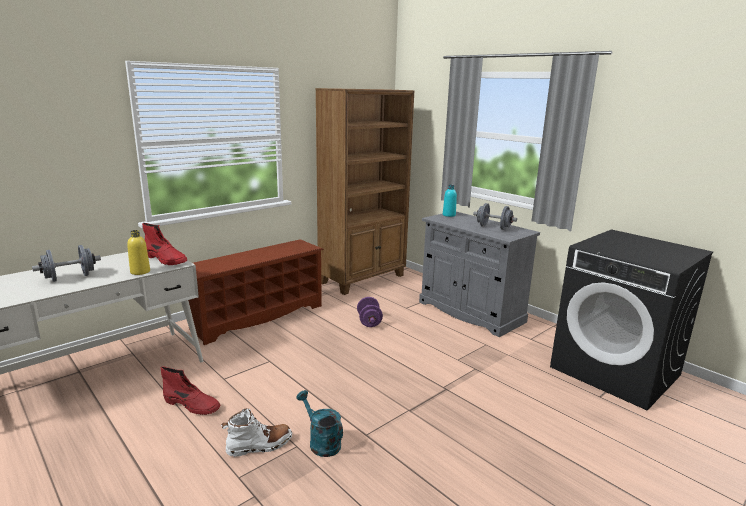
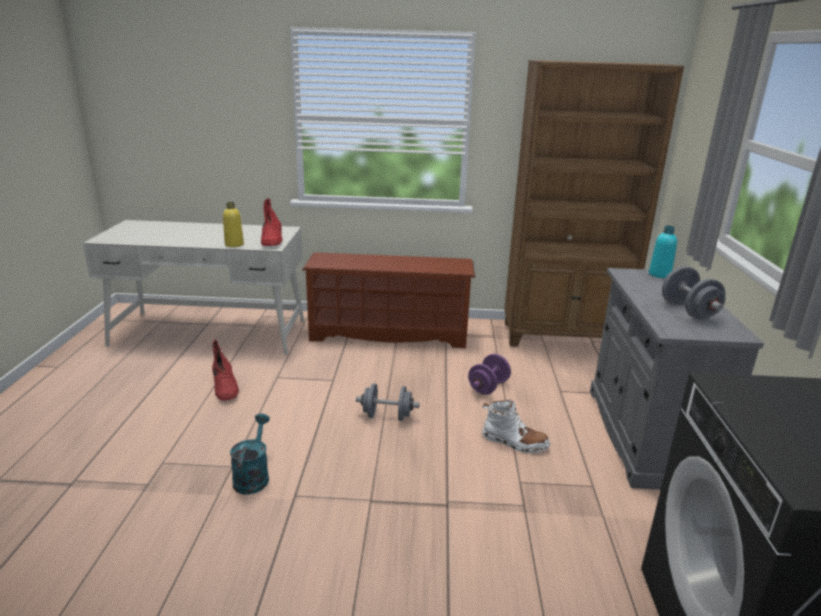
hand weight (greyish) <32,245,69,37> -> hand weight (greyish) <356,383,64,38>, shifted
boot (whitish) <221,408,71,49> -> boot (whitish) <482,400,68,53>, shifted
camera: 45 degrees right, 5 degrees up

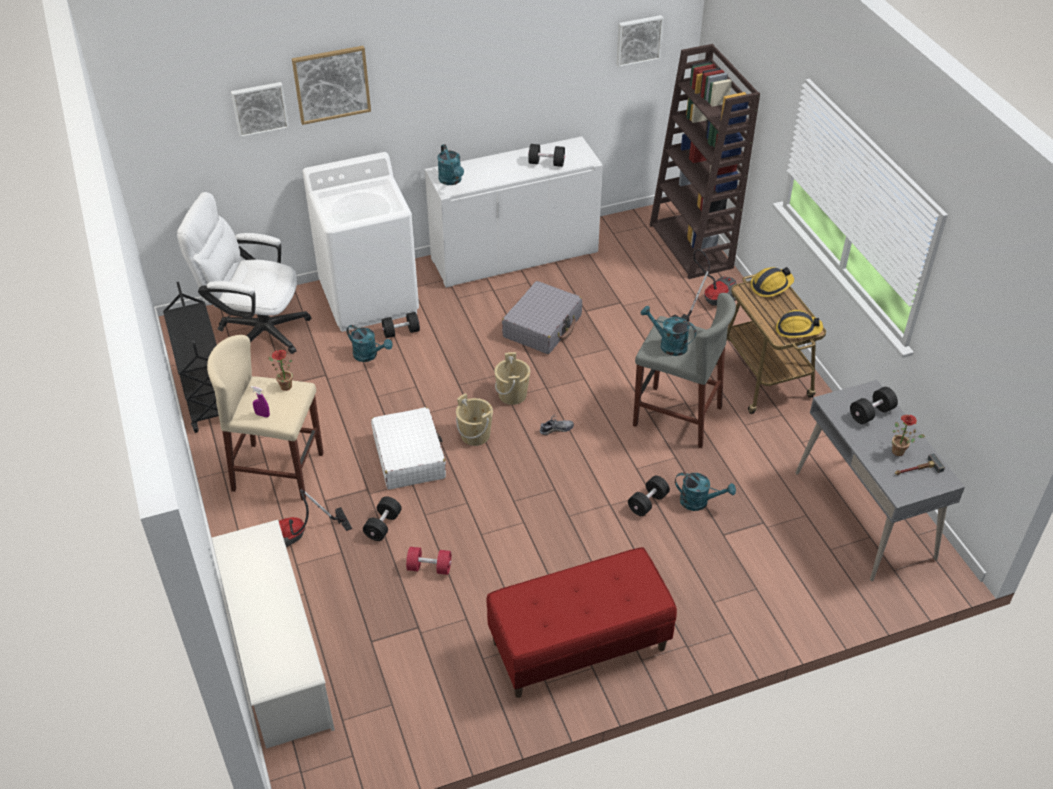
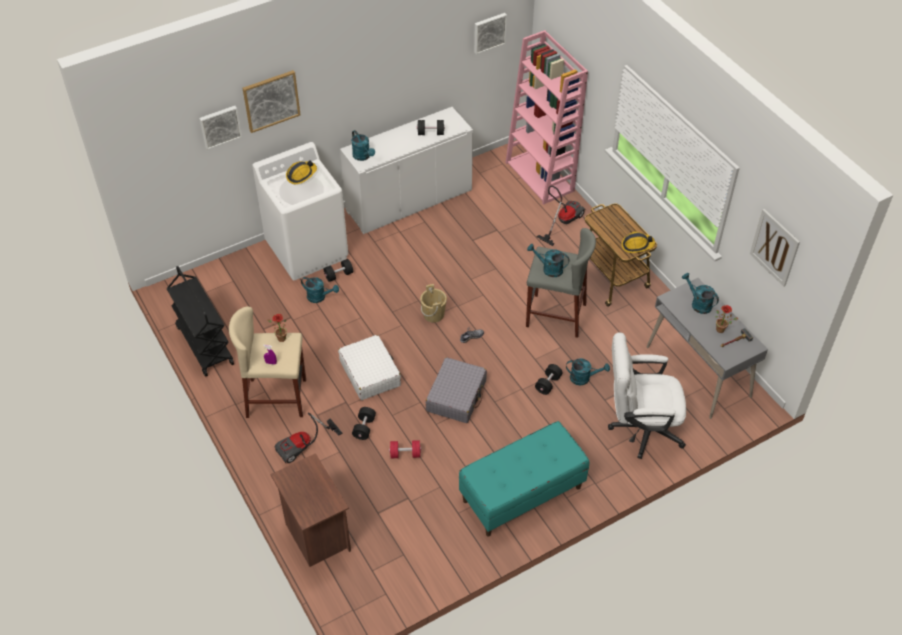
shoe shelf (whitish) <212,520,123,229> -> night table (brown-coloured) <271,453,80,114>
work helmet <751,267,43,30> -> work helmet <286,160,31,24>, shifted
suitcase (greyish) <502,281,80,73> -> suitcase (greyish) <426,357,61,66>, shifted
long seat (red) <487,547,190,151> -> long seat (blue-green) <459,421,130,116>
shelving unit (brown-coloured) <650,44,110,235> -> shelving unit (pink-coloured) <505,30,83,175>
office chair (whitish) <177,192,135,162> -> office chair (whitish) <608,332,78,127>, shifted
hand weight (blackish) <850,387,48,37> -> watering can (blue-green) <682,273,37,41>
none -> wall picture <750,209,50,78>
pail (beige-coloured) <456,393,37,53> -> none
camera: 10 degrees left, 5 degrees up

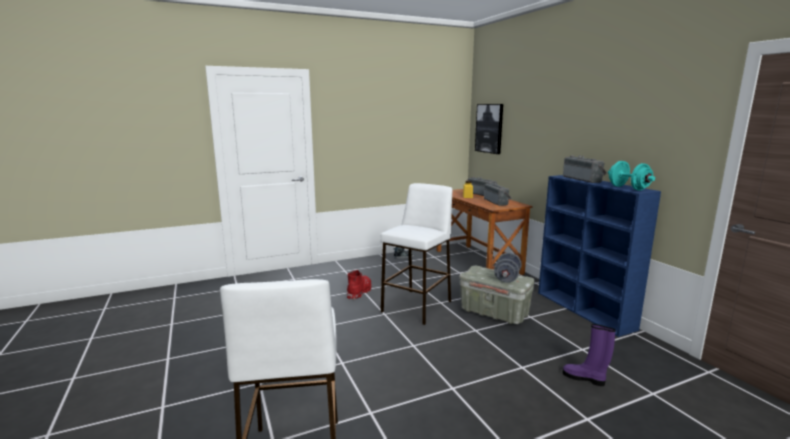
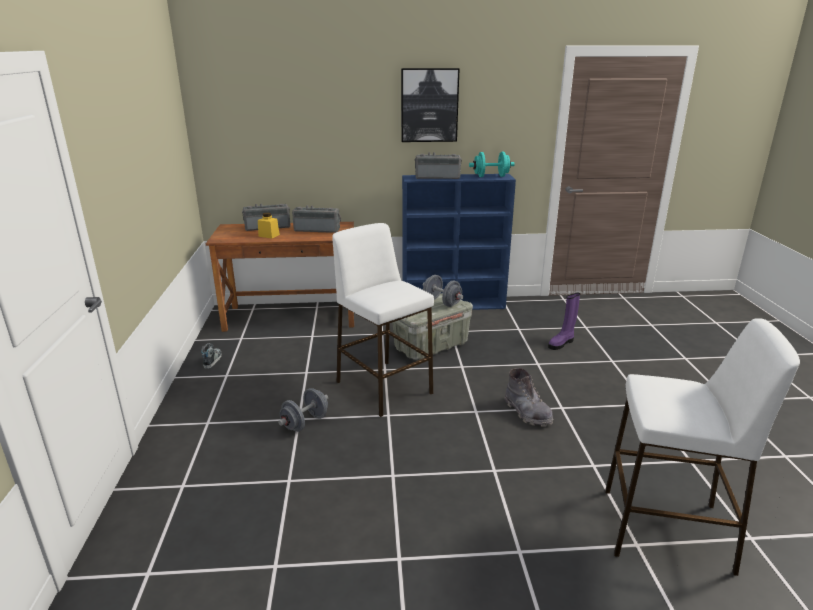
boot (red) <347,270,25,30> -> hand weight (greyish) <278,388,50,44>
wall picture <475,104,28,50> -> wall picture <401,68,59,74>, shifted
none -> boot (greyish) <505,368,48,59>
camera: 70 degrees left, 10 degrees up

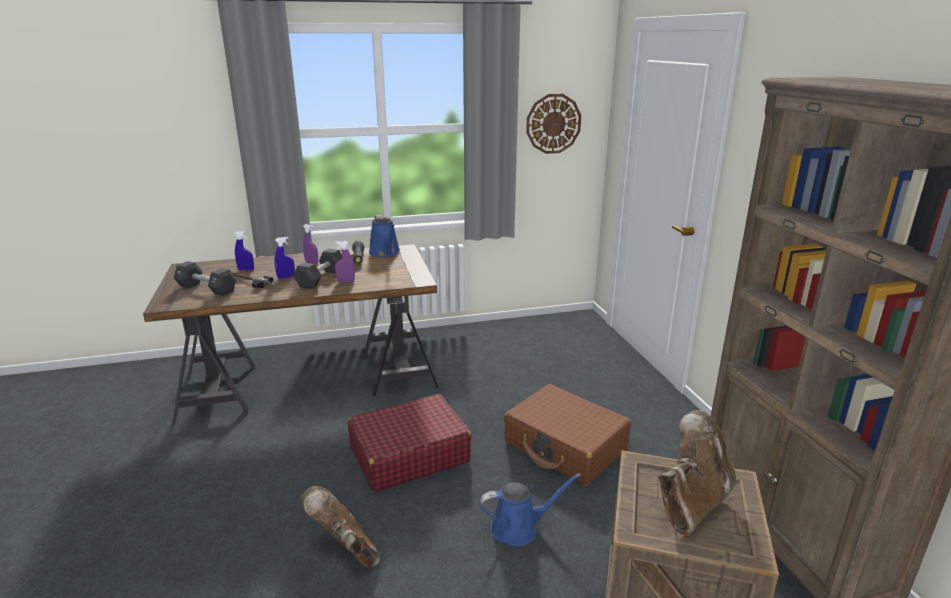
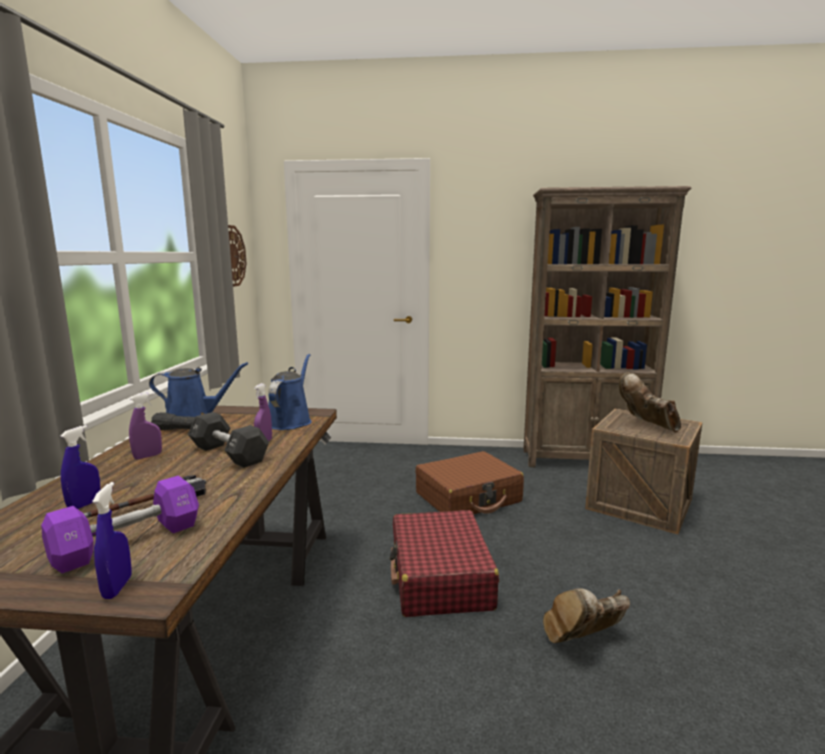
hand weight (blackish) <174,261,63,35> -> hand weight (purplish) <41,475,158,98>
sprayer (bluish) <275,237,20,42> -> sprayer (bluish) <92,482,39,117>, shifted
watering can (bluish) <480,474,101,72> -> watering can (bluish) <268,354,44,76>, shifted
camera: 70 degrees left, 10 degrees down

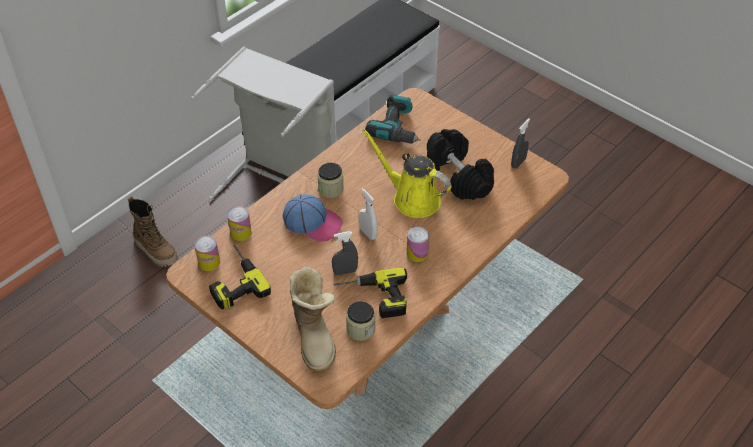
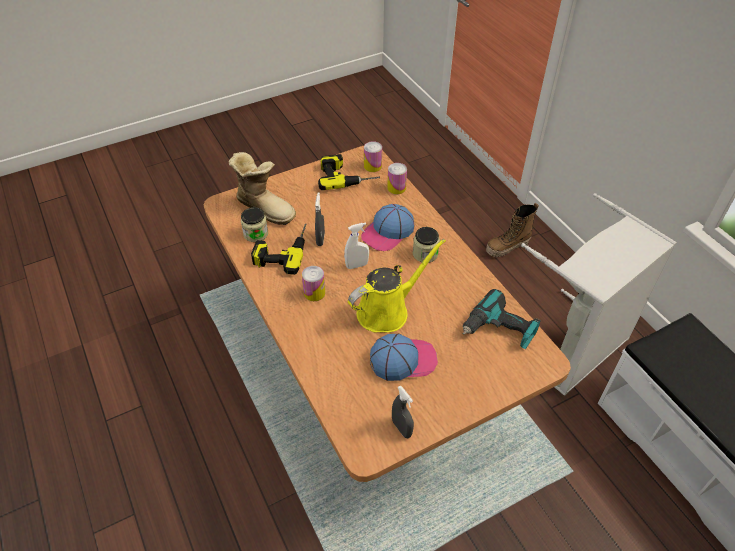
boot <289,266,47,105> -> boot <228,152,68,73>, 150 degrees counterclockwise
hand weight (blackish) <427,129,67,71> -> baseball cap <370,334,68,47>
camera: 110 degrees right, 0 degrees up

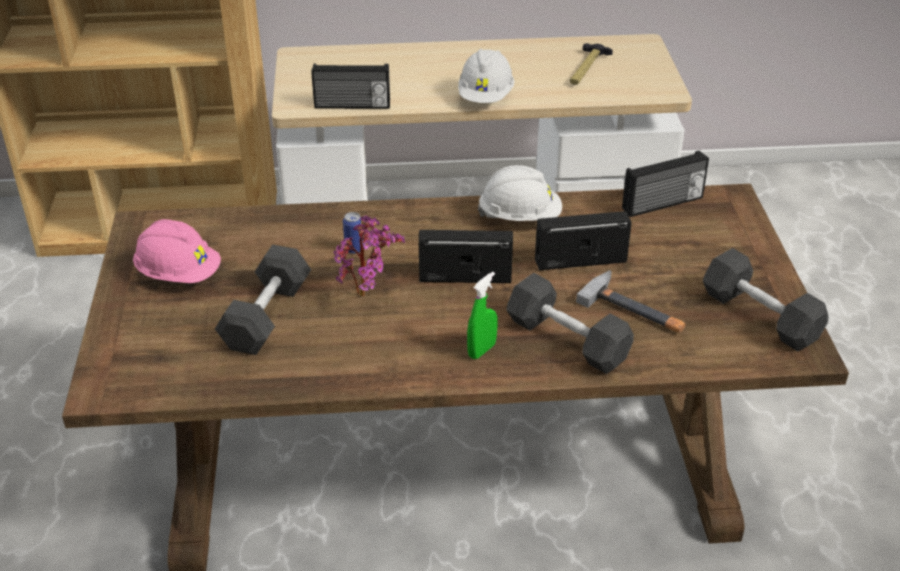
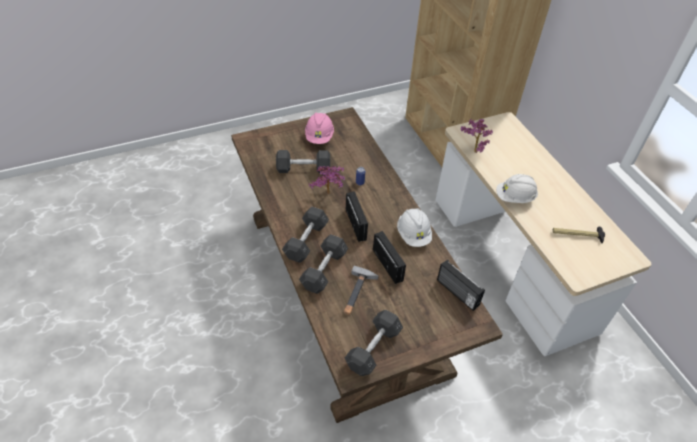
sprayer (green-coloured) <467,272,31,87> -> hand weight (greyish) <282,206,47,57>
radio set <311,64,79,45> -> plant in a pot <461,119,32,34>
camera: 70 degrees right, 10 degrees up

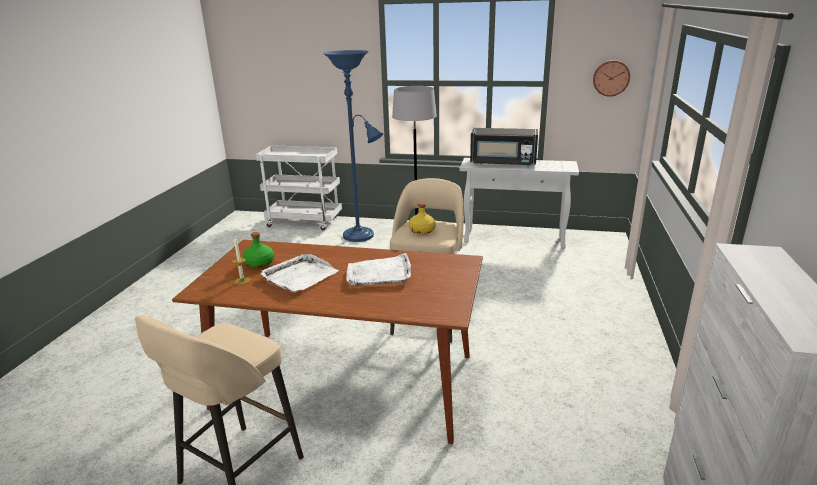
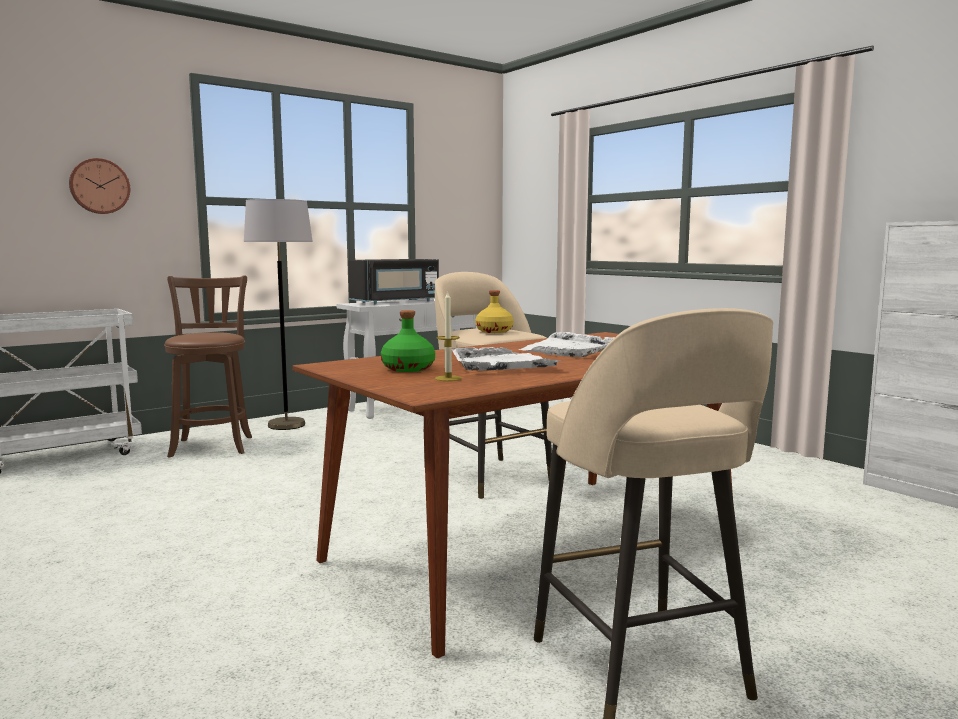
hanging clock <593,60,37,37> -> hanging clock <69,158,61,56>, shifted
floor lamp (bluish) <323,50,60,192> -> stool (brown-coloured) <164,275,88,183>
camera: 50 degrees left, 15 degrees down

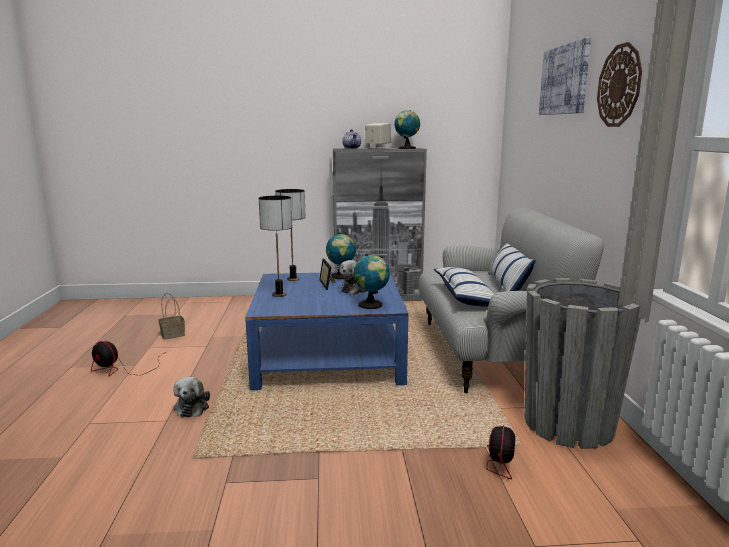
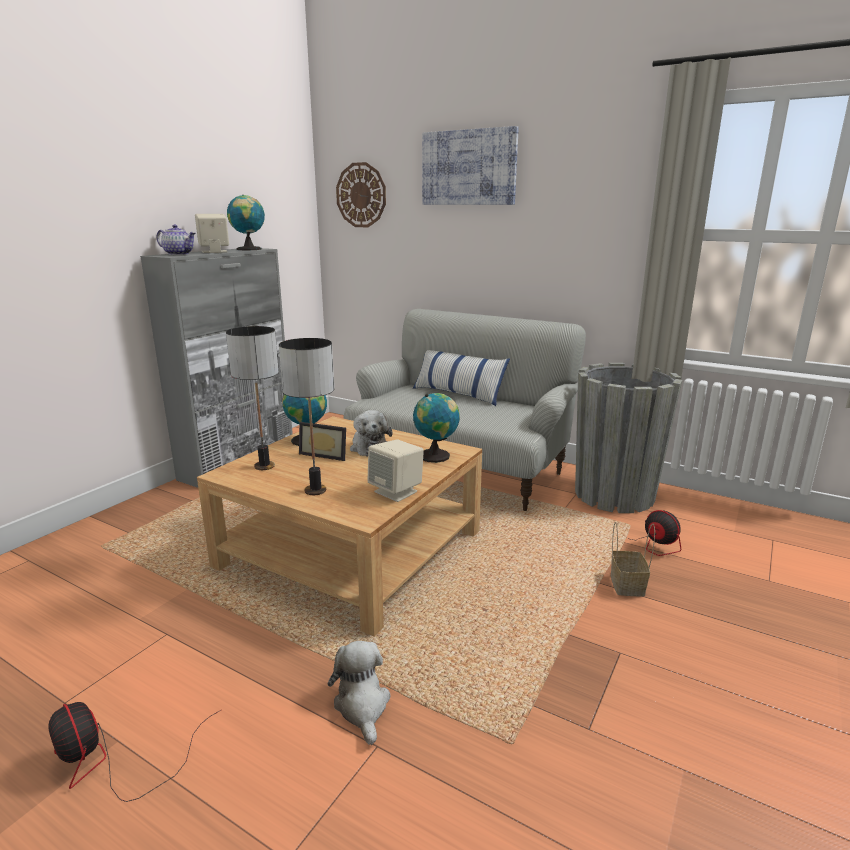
electric fan <91,341,75,35> -> electric fan <48,702,173,100>, 75 degrees clockwise
low table (bluish) <245,272,164,118> -> low table (beige-coloured) <197,416,285,220>
plush toy <173,377,37,41> -> plush toy <328,641,62,104>, 135 degrees counterclockwise
hanging clock <597,42,45,85> -> hanging clock <336,162,50,65>, shifted
none -> loudspeaker (beige-coloured) <367,440,57,62>
basket <158,293,27,47> -> basket <611,522,44,74>, shifted
pillow <434,267,60,40> -> none
camera: 55 degrees left, 5 degrees up

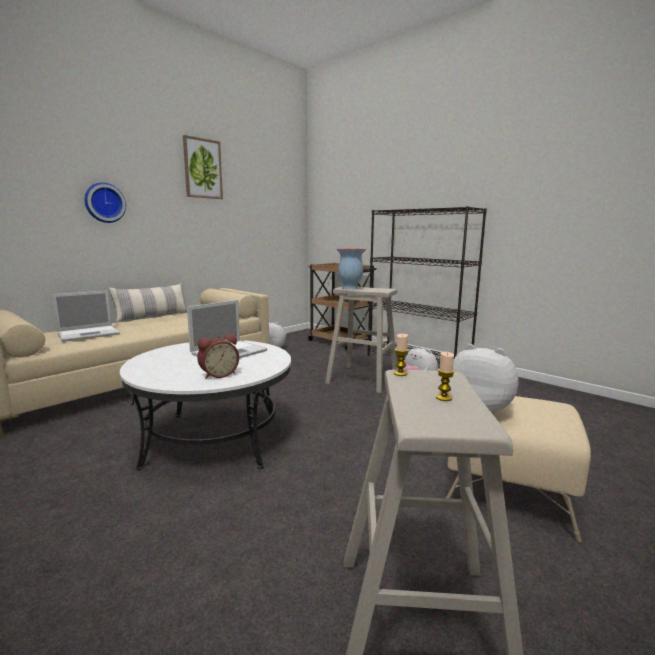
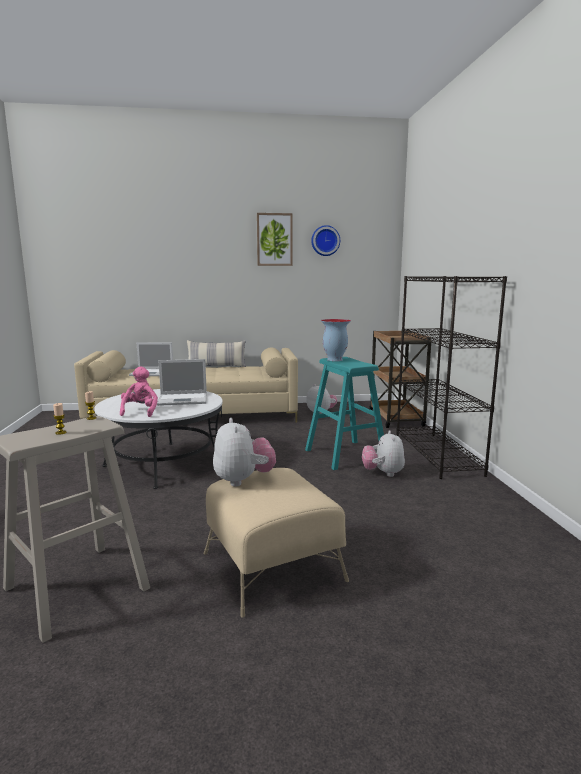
table clock <197,334,42,45> -> plush toy (pink-coloured) <120,366,38,51>
stool (beige-coloured) <325,286,73,107> -> stool (blue-green) <305,357,79,113>
hanging clock <84,182,42,41> -> hanging clock <311,225,29,31>, shifted
camera: 40 degrees right, 0 degrees up

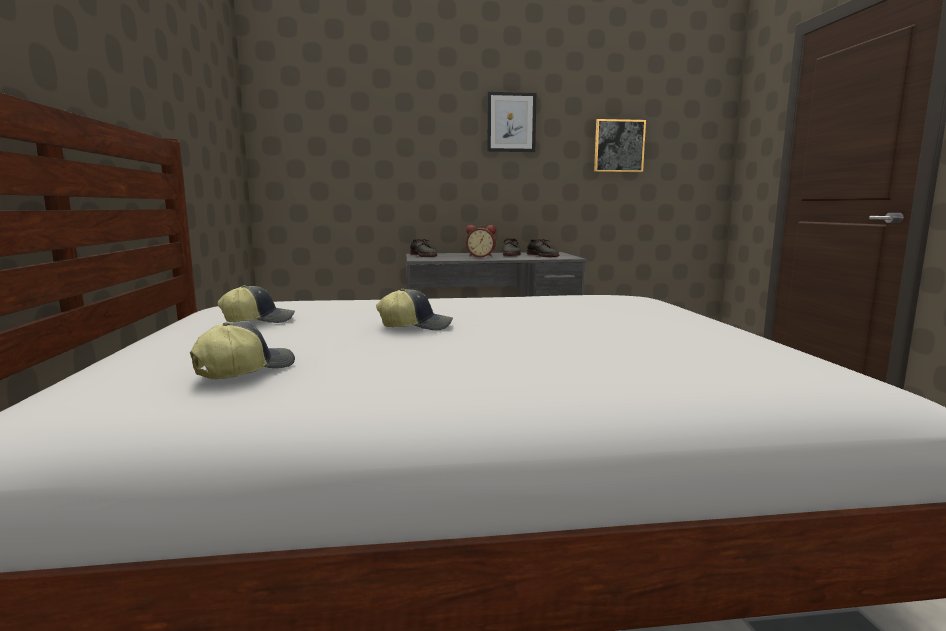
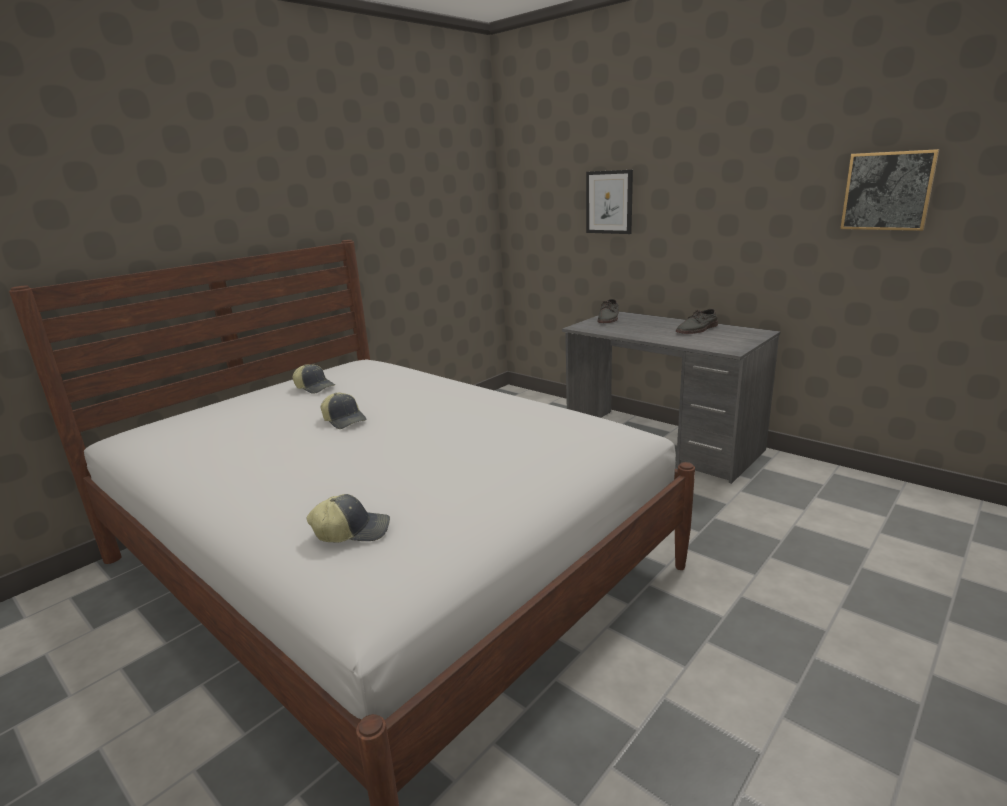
baseball cap <190,322,105,57> -> baseball cap <307,494,83,49>, shifted
wall picture <487,92,49,60> -> wall picture <586,170,47,64>, shifted
table clock <466,225,30,32> -> none
item of footwear (greyish) <527,239,32,18> -> none
camera: 50 degrees right, 10 degrees up

